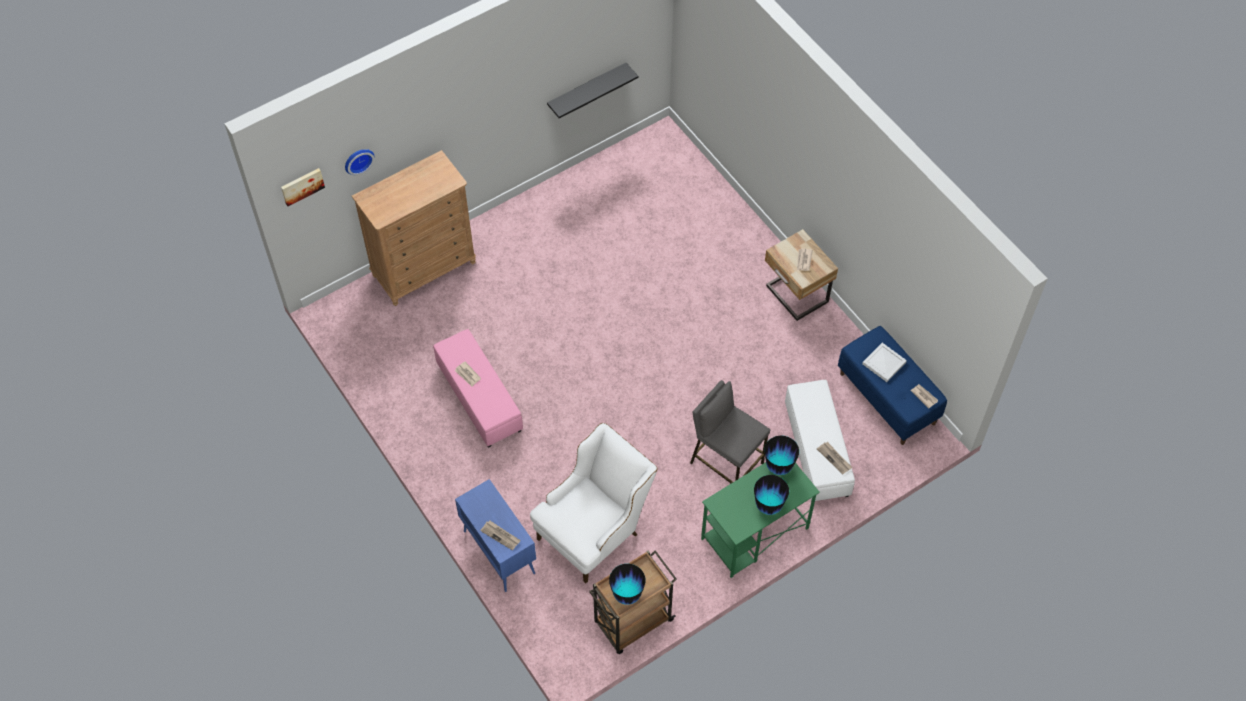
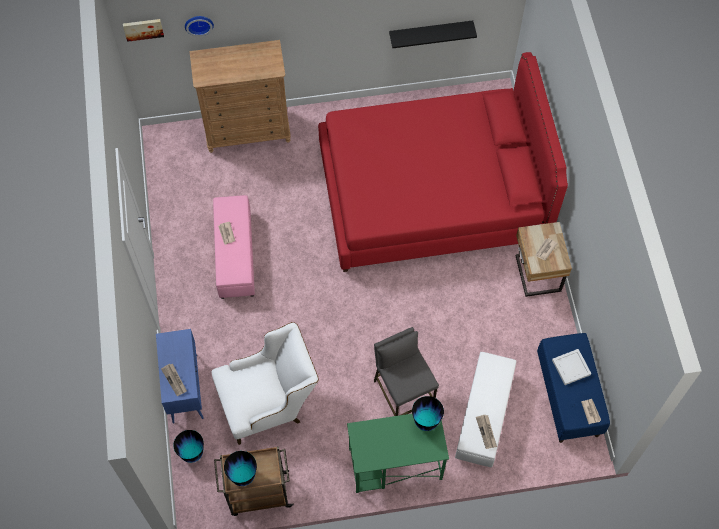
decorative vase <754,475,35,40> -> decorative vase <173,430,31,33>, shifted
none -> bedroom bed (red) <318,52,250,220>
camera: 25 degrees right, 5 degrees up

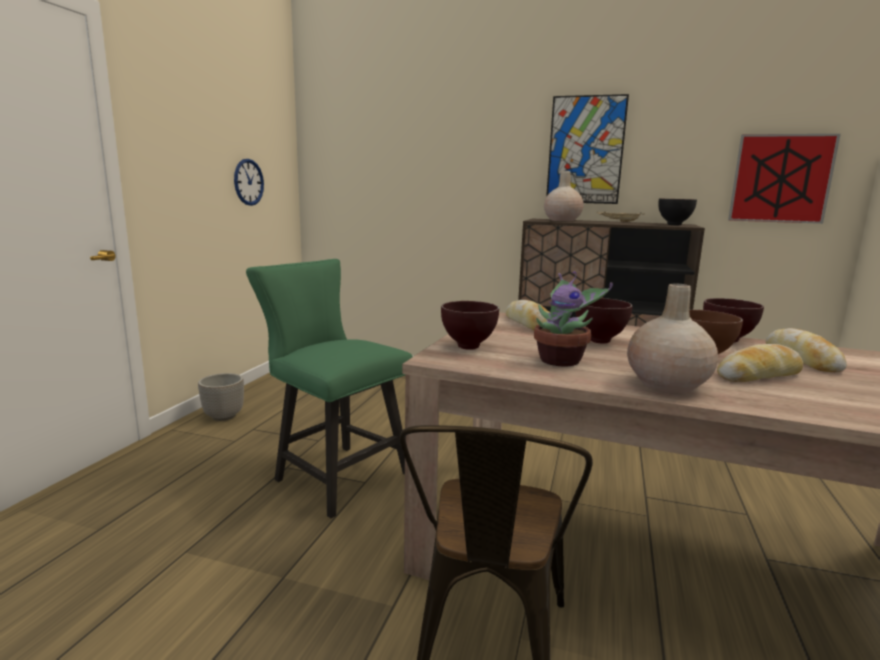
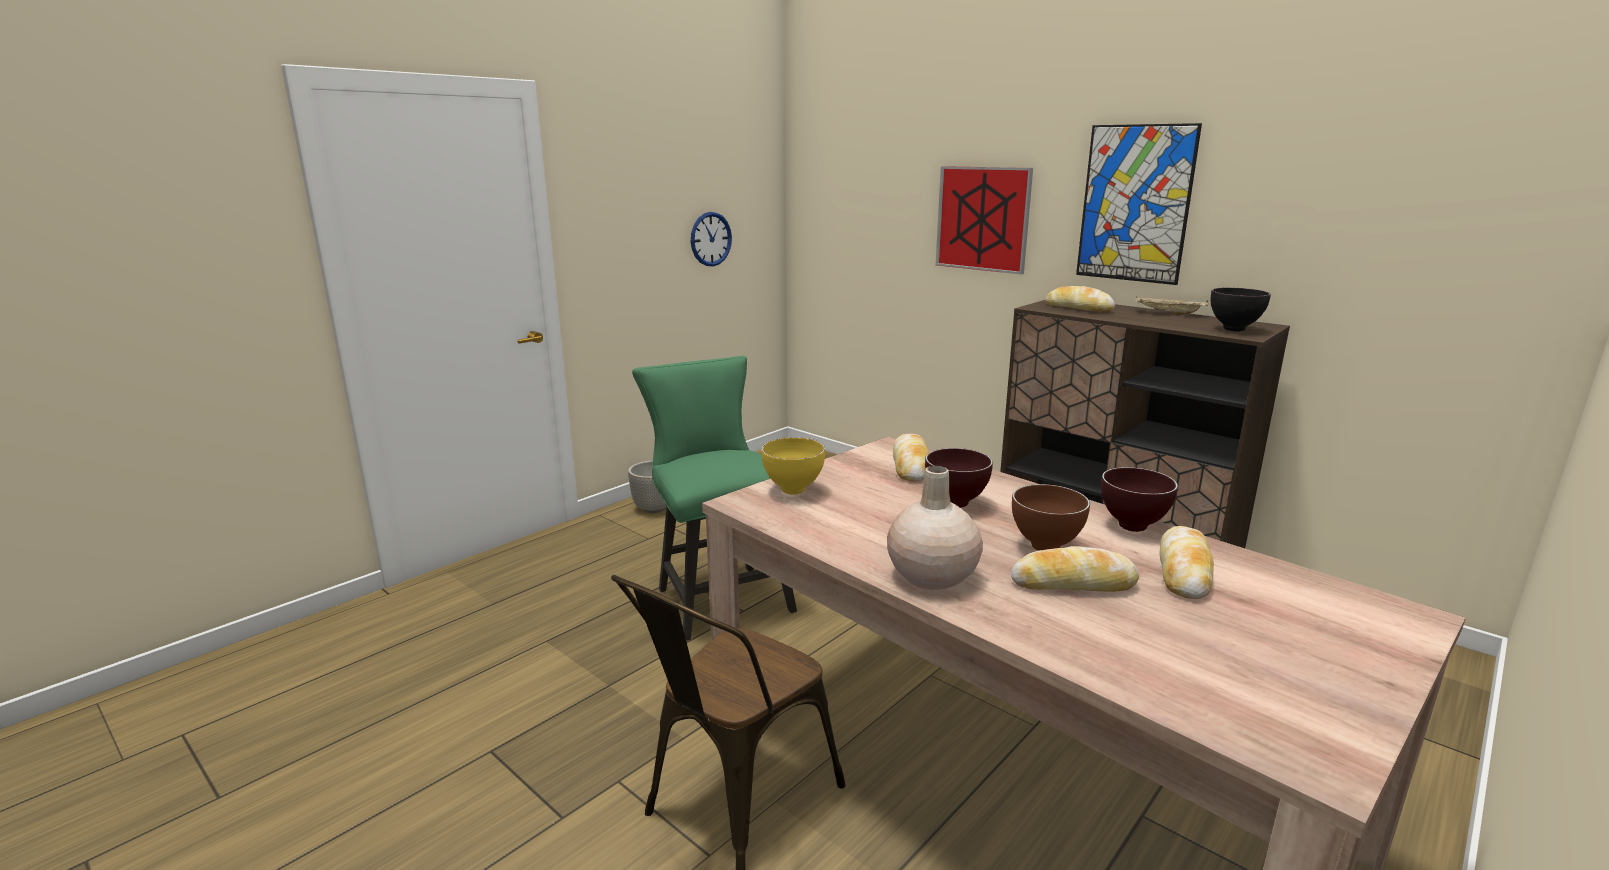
deep dish (brown-coloured) <441,301,58,49> -> deep dish (yellow-coloured) <761,437,64,58>
wall picture <728,134,113,90> -> wall picture <936,166,97,108>, shifted
decorative vase (beige-coloured) <544,171,40,50> -> bakery bread <1045,286,70,25>
plant in a pot <534,271,79,96> -> none
camera: 25 degrees right, 5 degrees up

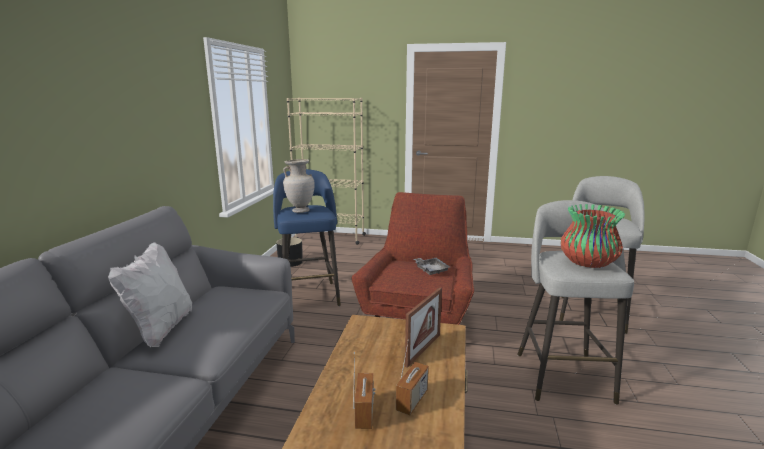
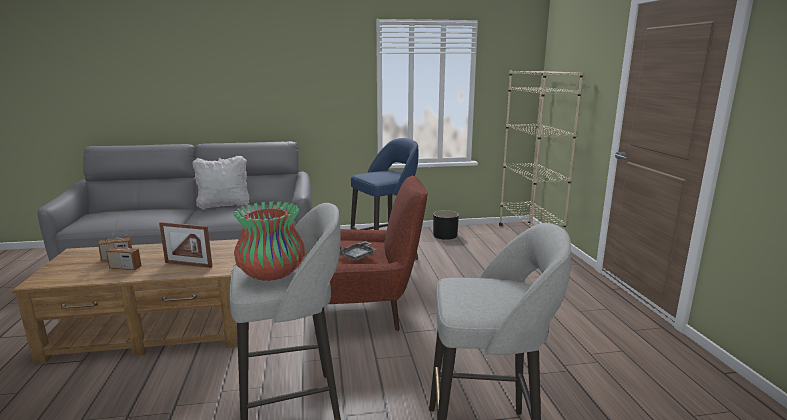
decorative vase (beige-coloured) <283,159,32,54> -> none
camera: 70 degrees right, 0 degrees up

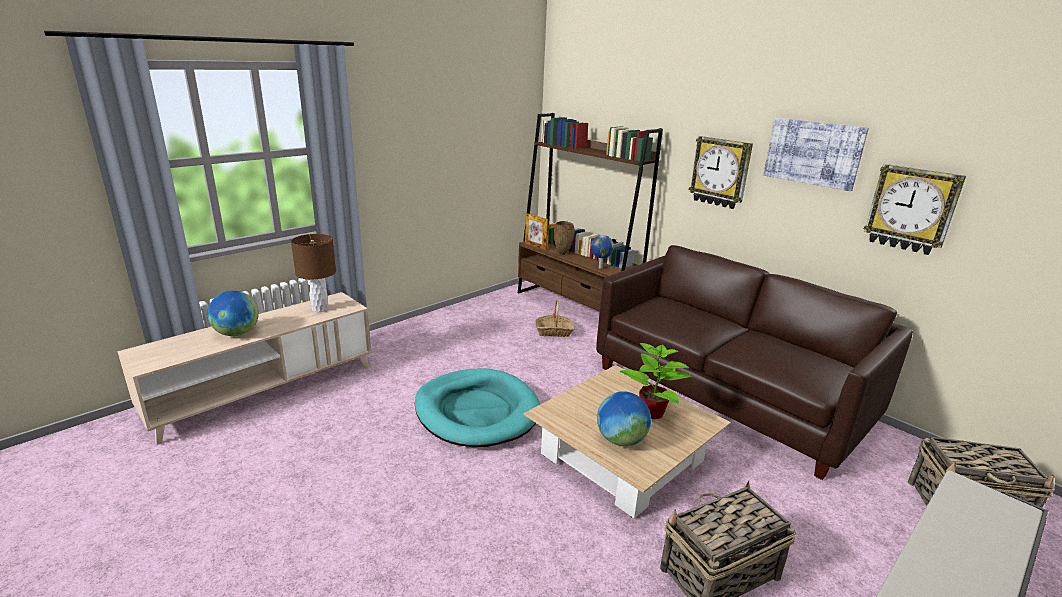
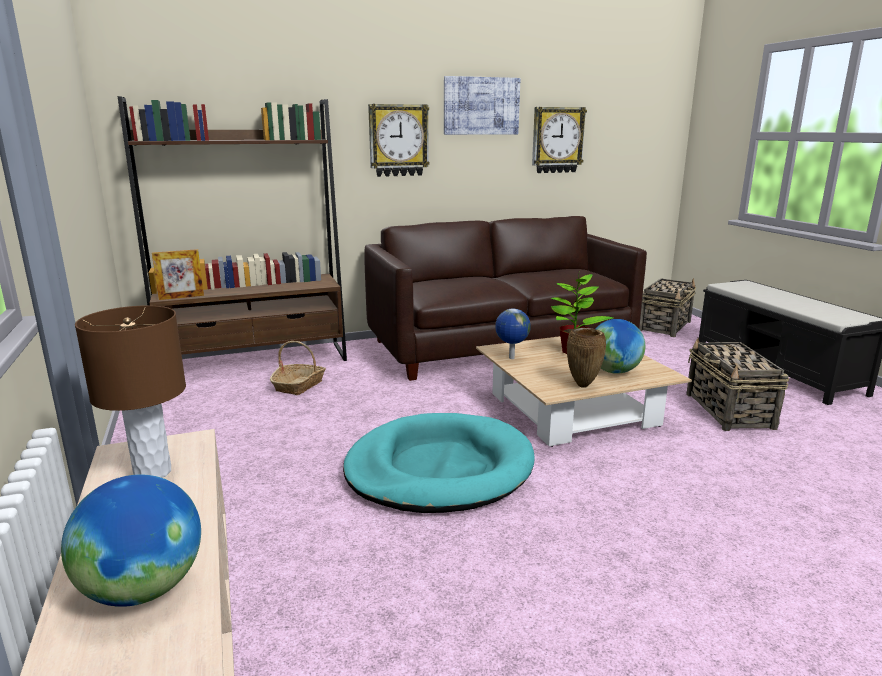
desk globe <591,235,23,33> -> desk globe <495,309,36,50>, shifted
decorative vase (brown-coloured) <554,221,21,34> -> decorative vase (brown-coloured) <567,328,39,60>, shifted
camera: 65 degrees left, 5 degrees down

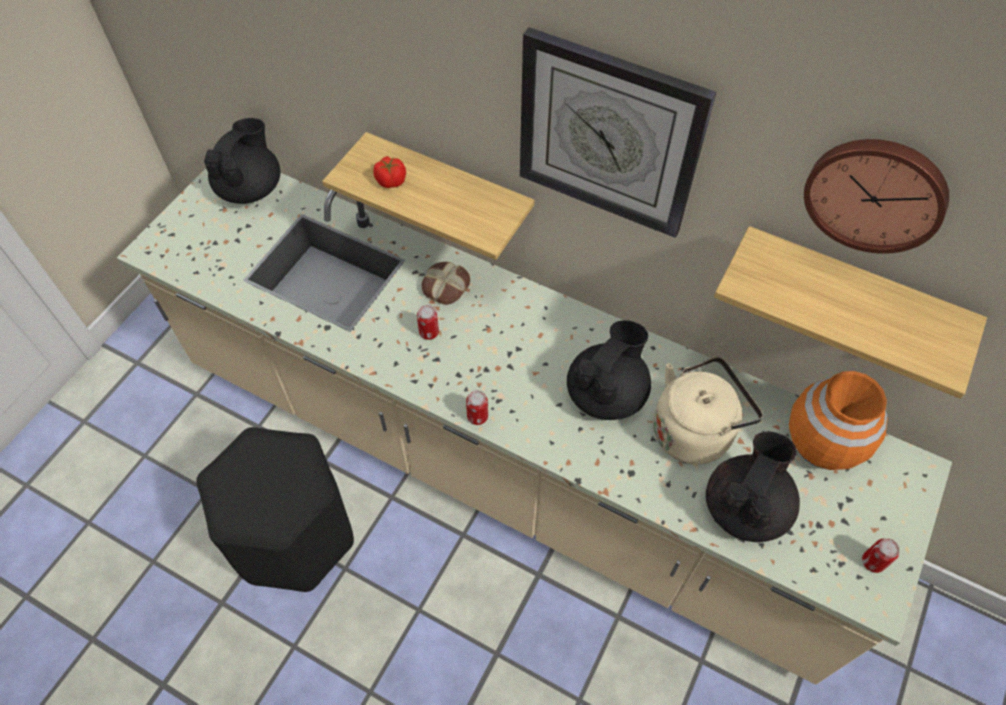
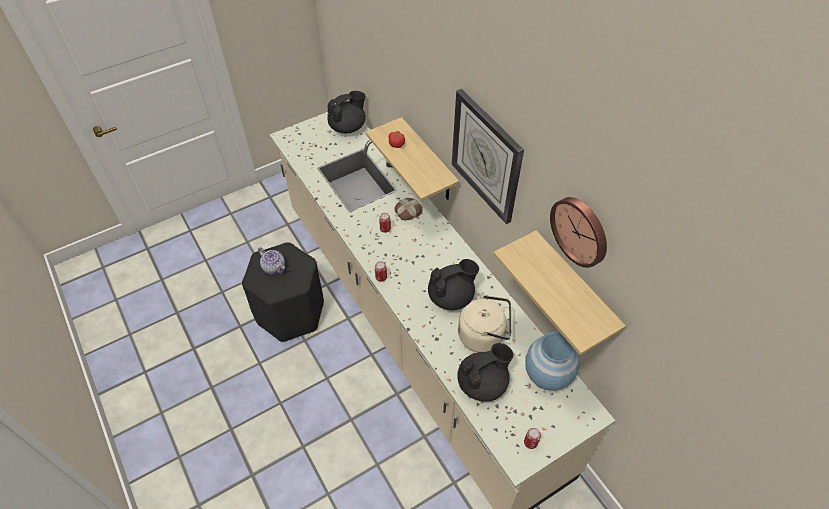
none -> teapot <258,247,27,28>
decorative vase (orangey) <789,371,98,99> -> decorative vase (bluish) <525,332,55,59>
camera: 30 degrees right, 5 degrees down

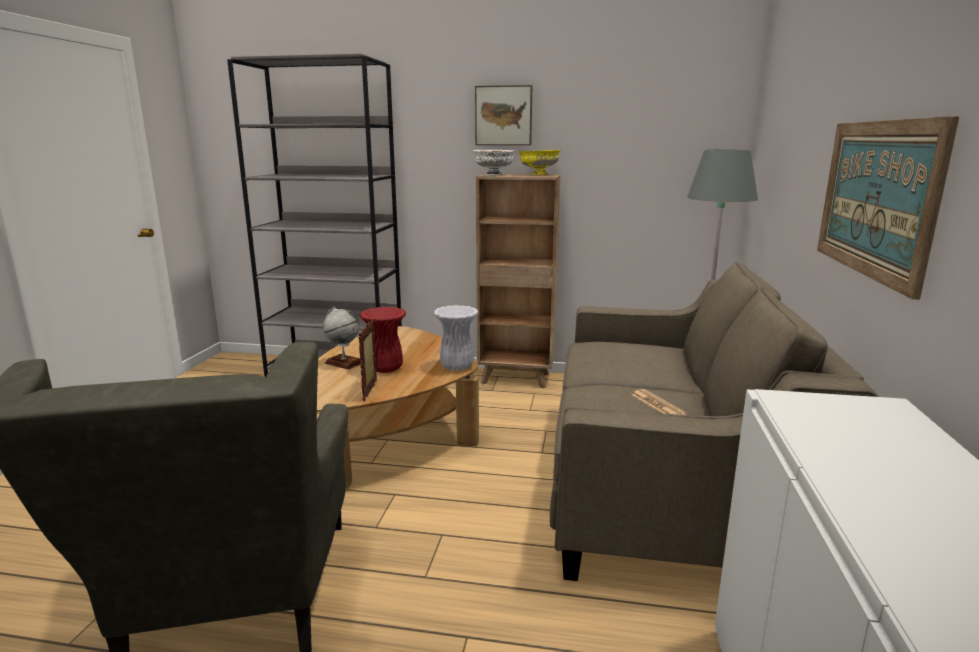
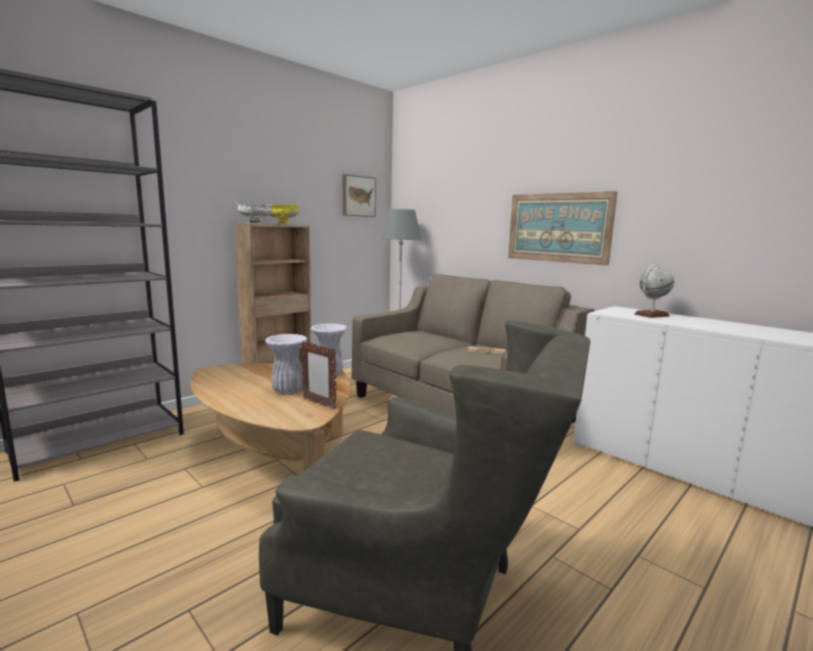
decorative vase (red) <360,307,46,66> -> decorative vase (whitish) <265,334,43,60>
wall picture <475,85,57,60> -> wall picture <343,174,33,43>, shifted
desk globe <323,307,38,62> -> desk globe <634,265,40,53>, shifted
camera: 55 degrees left, 5 degrees down

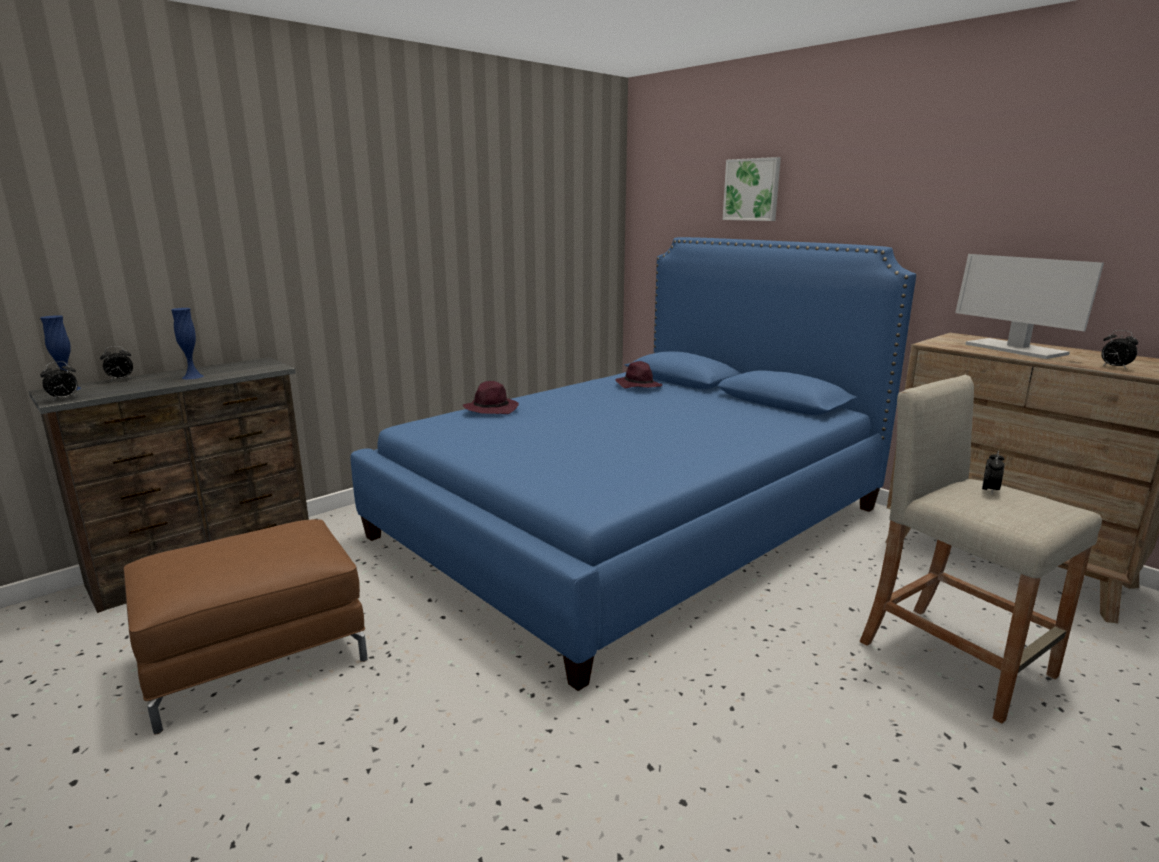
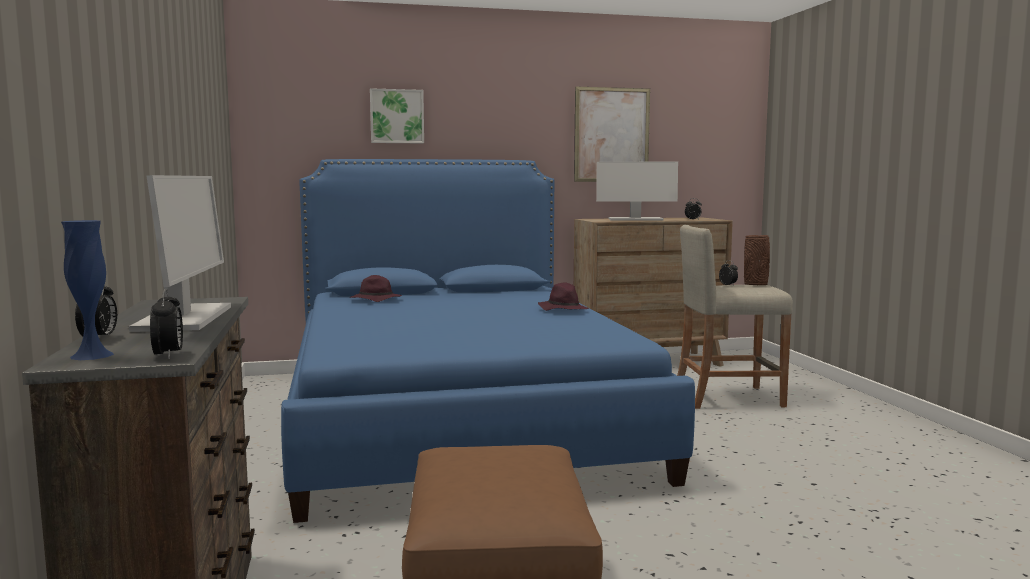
decorative vase (bluish) <171,308,32,71> -> computer display <129,175,102,157>
clothing hat (purplish) <463,381,56,33> -> clothing hat (purplish) <538,283,51,28>, shifted
none -> wall picture <574,87,76,95>
none -> decorative vase (brown-coloured) <744,235,26,50>
camera: 60 degrees left, 10 degrees down

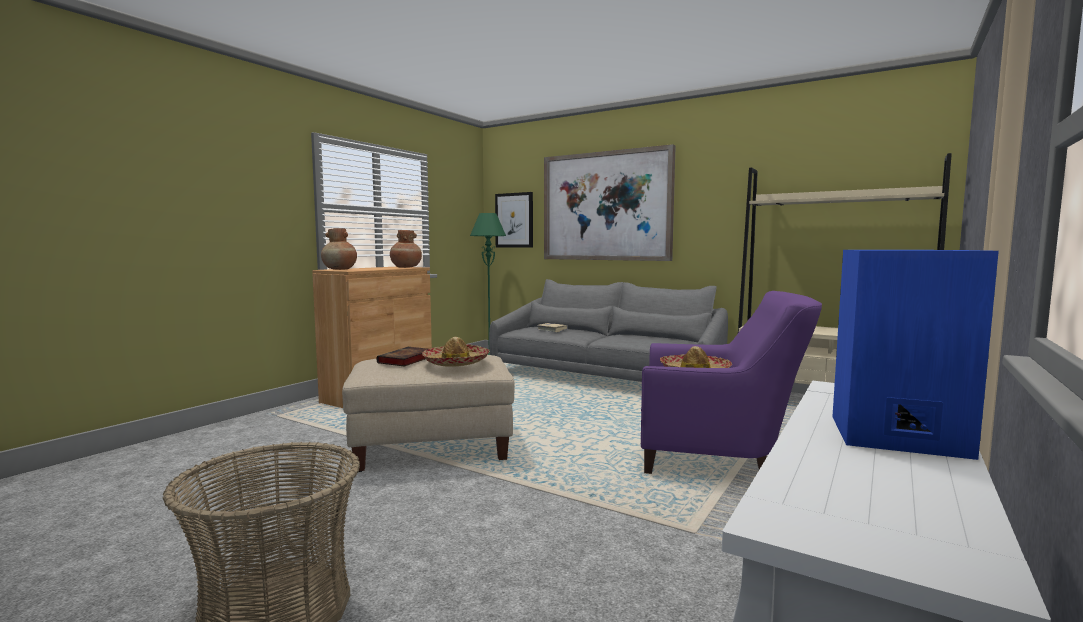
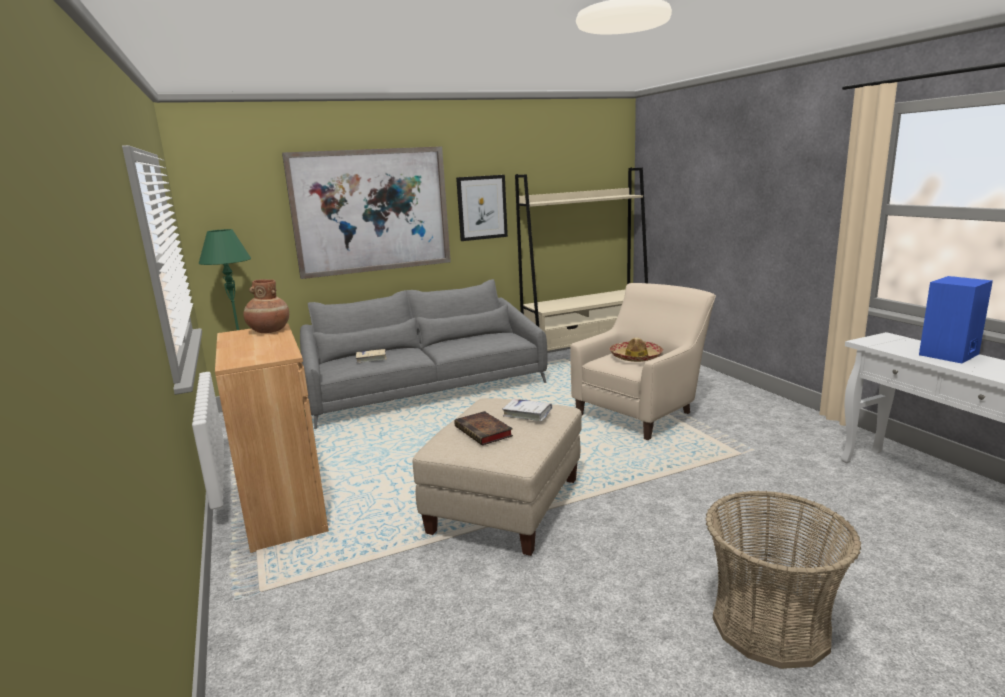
wall picture <495,192,38,56> -> wall picture <456,175,52,66>, shifted
clothing hat <422,337,67,30> -> book (whitish) <502,399,50,22>
lounge chair (purplish) <641,291,181,183> -> lounge chair (beige-coloured) <570,283,146,157>
decorative vase (brown-coloured) <321,228,36,42> -> none
camera: 55 degrees left, 10 degrees up

